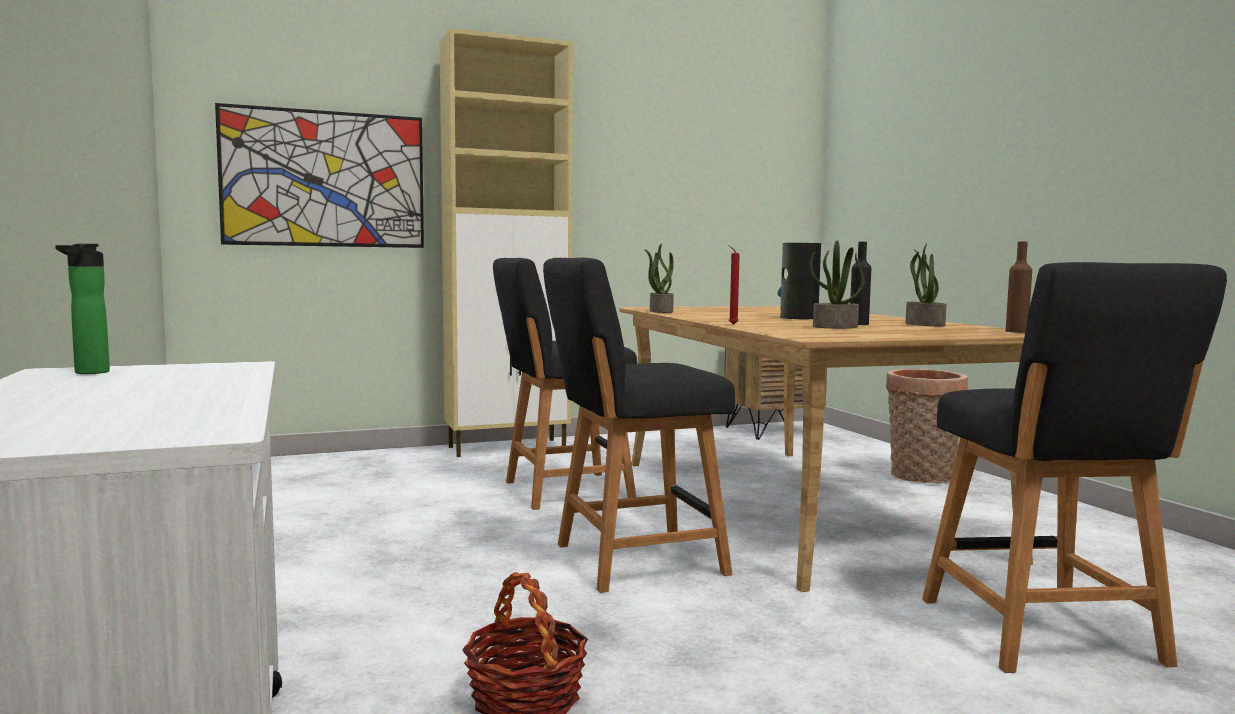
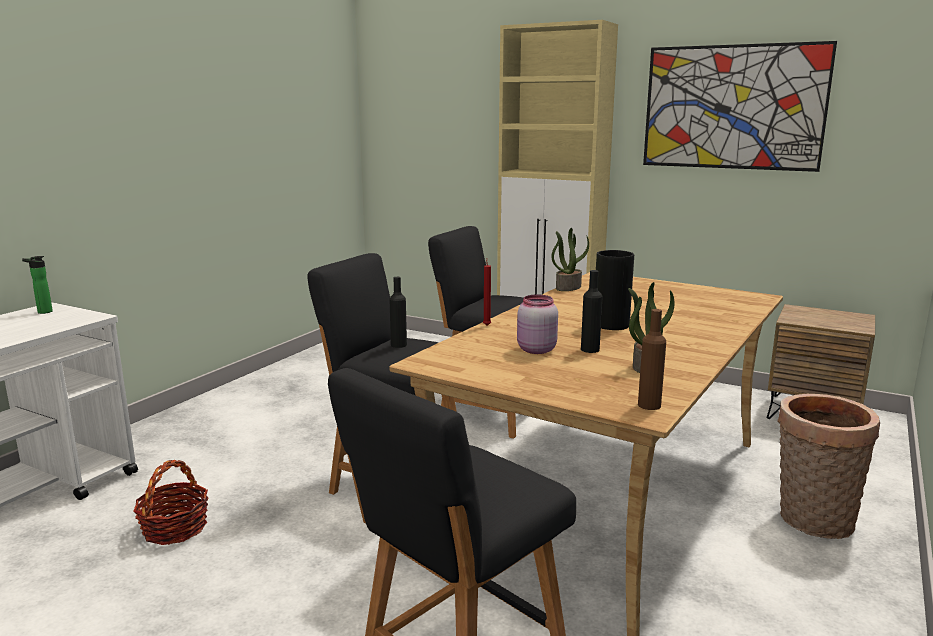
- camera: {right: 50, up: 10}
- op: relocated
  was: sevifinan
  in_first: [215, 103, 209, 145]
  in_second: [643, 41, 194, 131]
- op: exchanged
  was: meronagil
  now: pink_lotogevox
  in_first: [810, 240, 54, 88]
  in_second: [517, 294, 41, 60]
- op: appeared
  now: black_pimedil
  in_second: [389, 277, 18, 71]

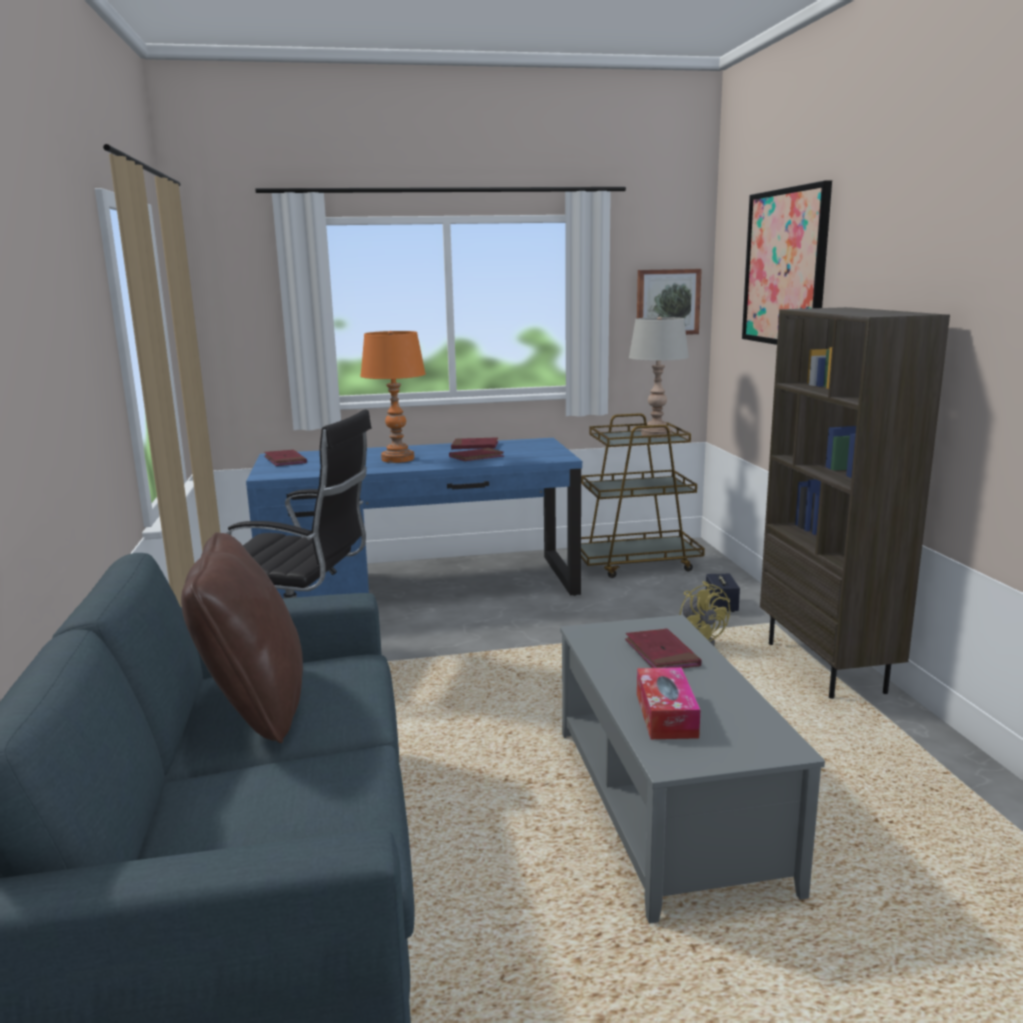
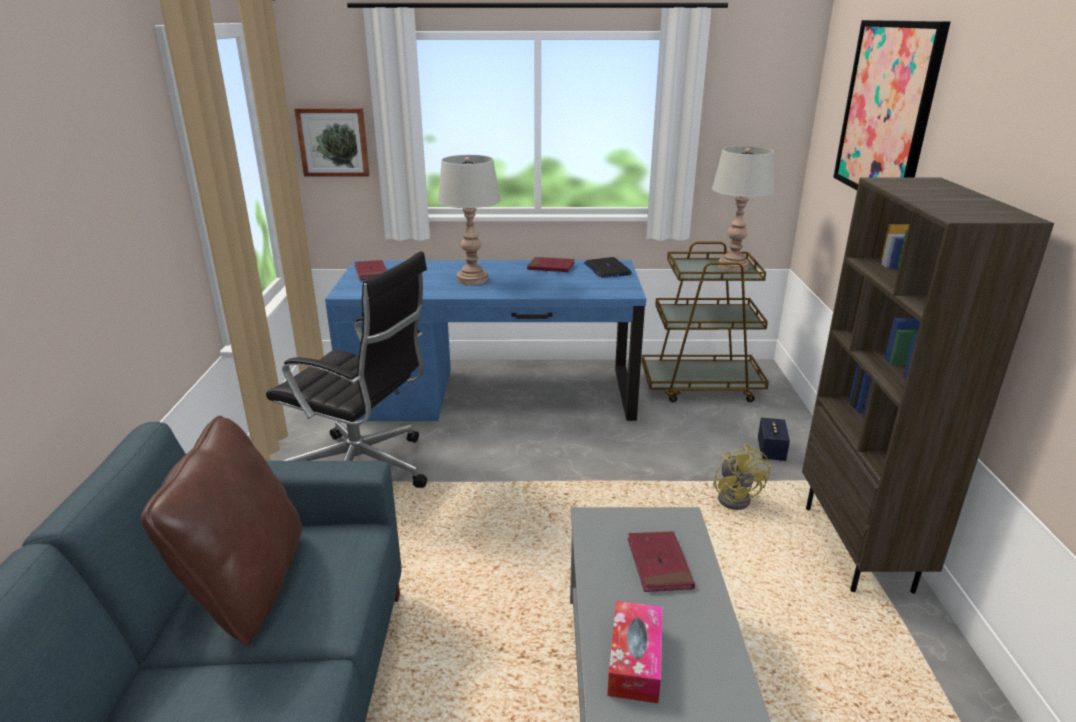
- camera: {right: 10, up: 10}
- op: relocated
  was: sevifinan
  in_first: [637, 269, 65, 66]
  in_second: [294, 108, 76, 69]
- op: colour
  was: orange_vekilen
  now: grey_vekilen
  in_first: [360, 331, 66, 132]
  in_second: [437, 155, 64, 130]
- op: missing
  was: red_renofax
  in_first: [449, 448, 55, 13]
- op: appeared
  now: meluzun
  in_second: [584, 257, 48, 21]

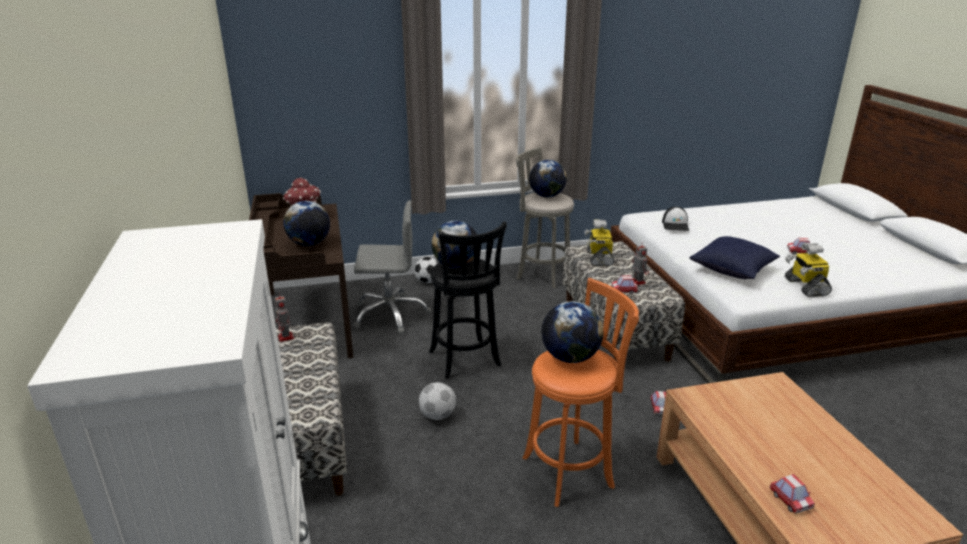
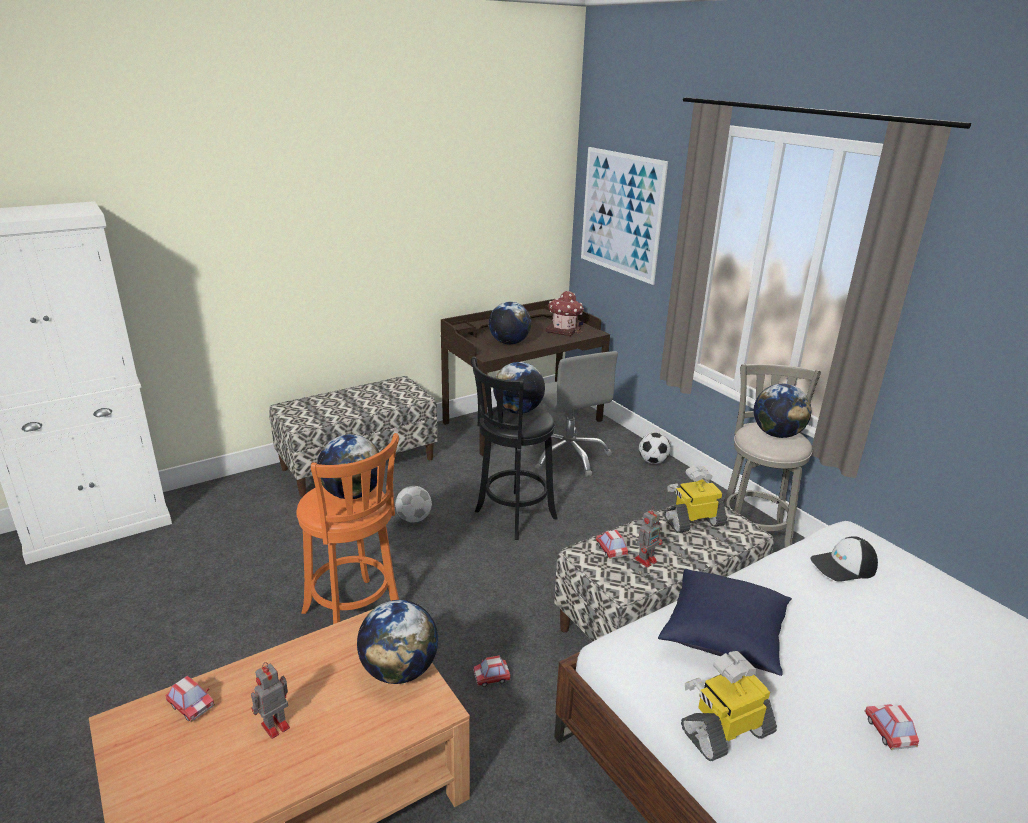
- camera: {right: 70, up: 0}
- op: relocated
  was: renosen
  in_first: [275, 293, 19, 49]
  in_second: [251, 662, 39, 77]
- op: spun
  was: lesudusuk
  in_first: [769, 474, 46, 40]
  in_second: [165, 676, 50, 46]
  clockwise: -105
- op: appeared
  now: sevifinan
  in_second: [581, 147, 87, 138]
- op: appeared
  now: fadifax
  in_second: [357, 600, 81, 84]

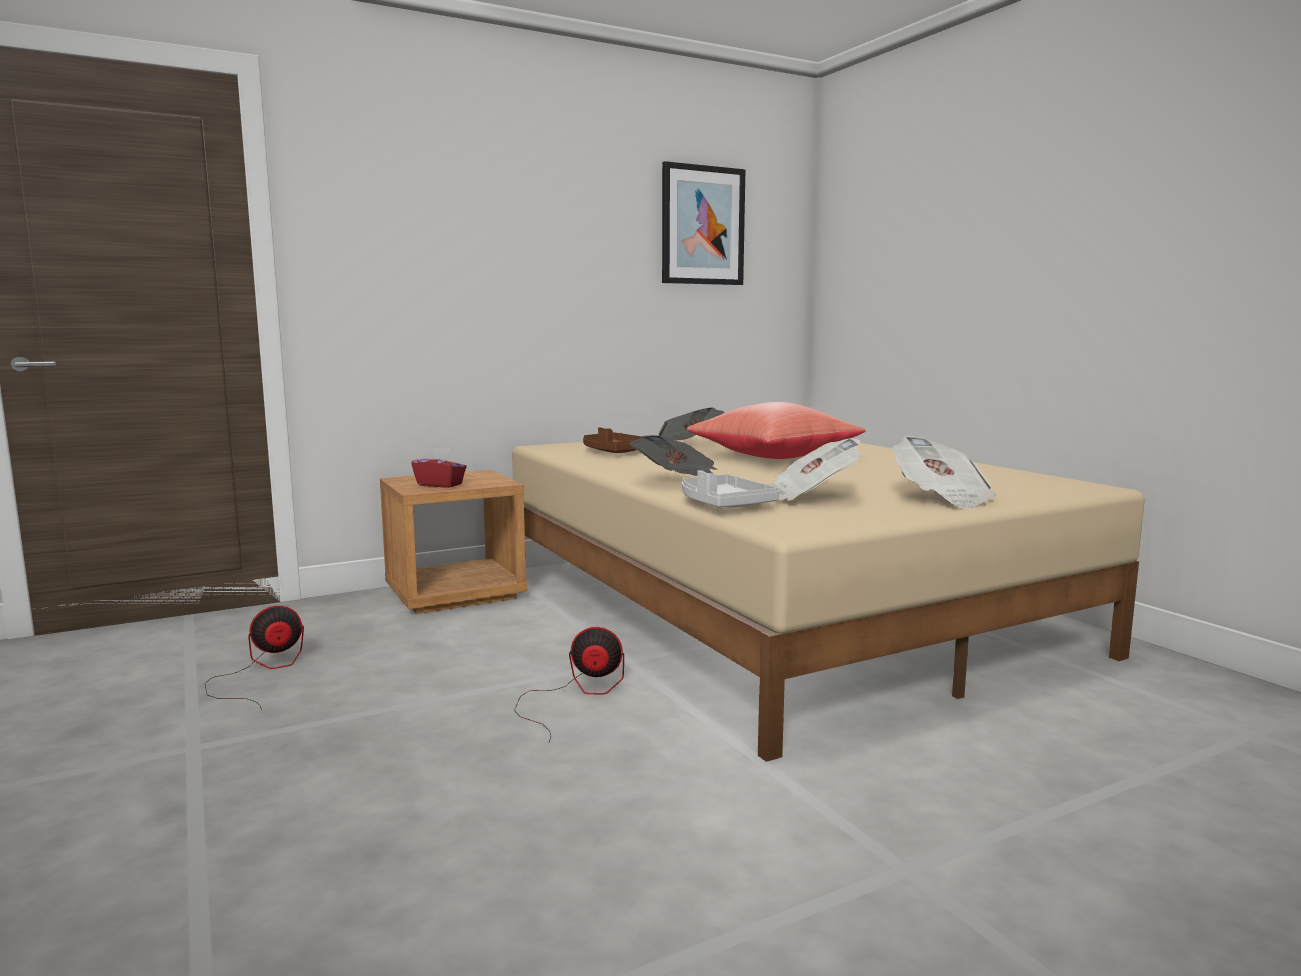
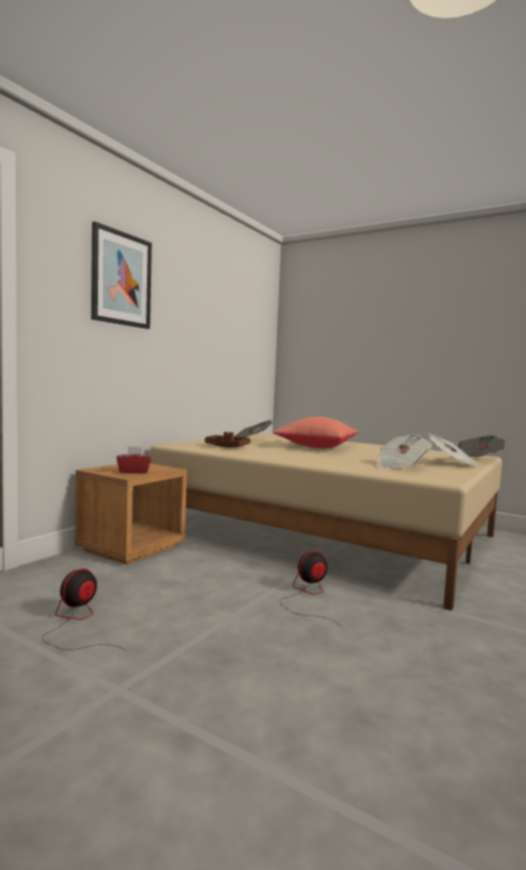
- camera: {right: -30, up: -5}
- op: relocated
  was: sevifinan
  in_first: [662, 161, 83, 124]
  in_second: [91, 221, 61, 108]
- op: relocated
  was: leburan
  in_first: [629, 435, 88, 41]
  in_second: [457, 436, 48, 21]
- op: missing
  was: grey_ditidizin
  in_first: [682, 470, 97, 37]

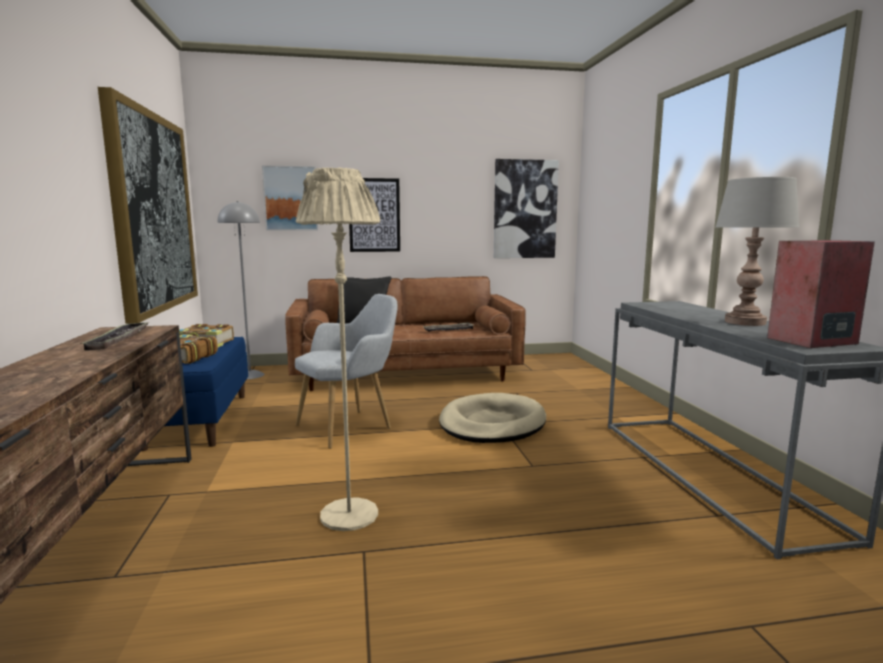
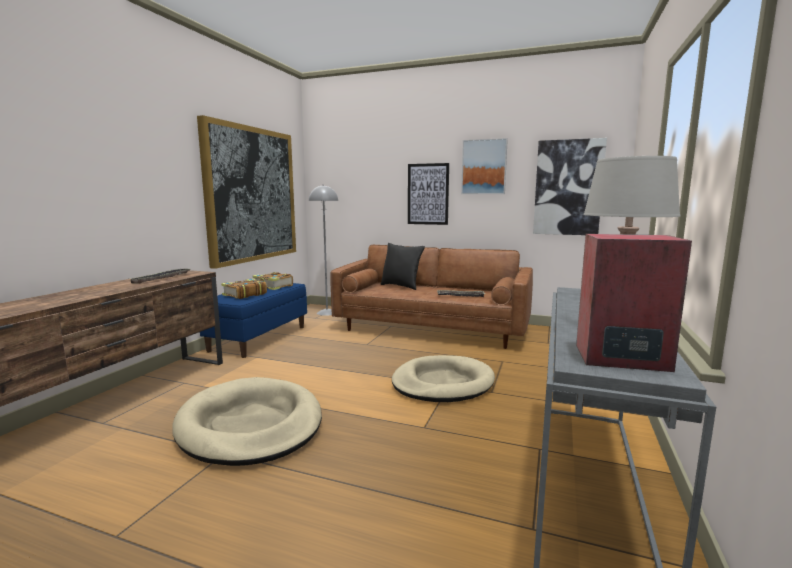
- camera: {right: 30, up: 0}
- op: relocated
  was: sevifinan
  in_first: [262, 165, 56, 66]
  in_second: [461, 138, 47, 56]
- op: exchanged
  was: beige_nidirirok
  now: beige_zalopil
  in_first: [296, 168, 84, 363]
  in_second: [172, 377, 150, 89]
- op: missing
  was: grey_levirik
  in_first: [295, 294, 103, 155]

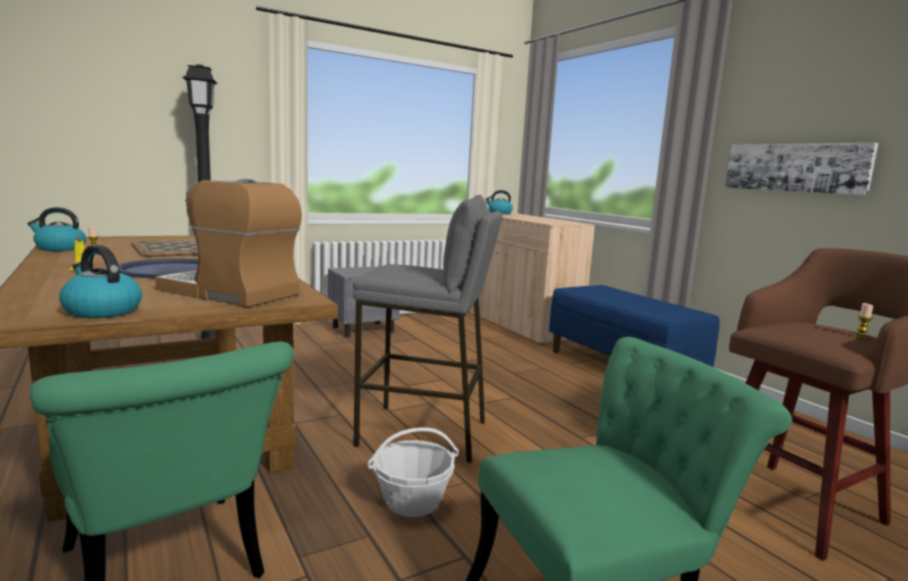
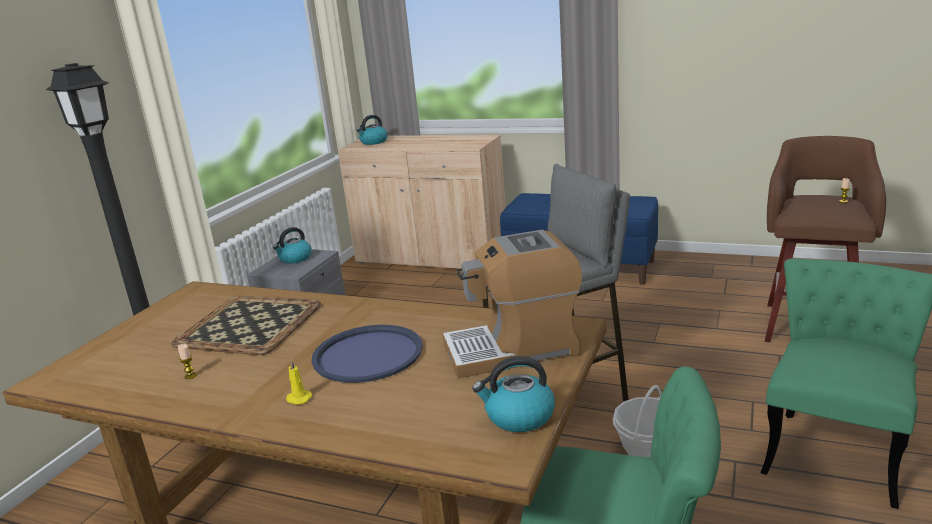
- camera: {right: -35, up: 10}
- op: missing
  was: sevifinan
  in_first: [725, 143, 154, 52]
- op: relocated
  was: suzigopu
  in_first: [27, 207, 59, 44]
  in_second: [273, 227, 39, 37]

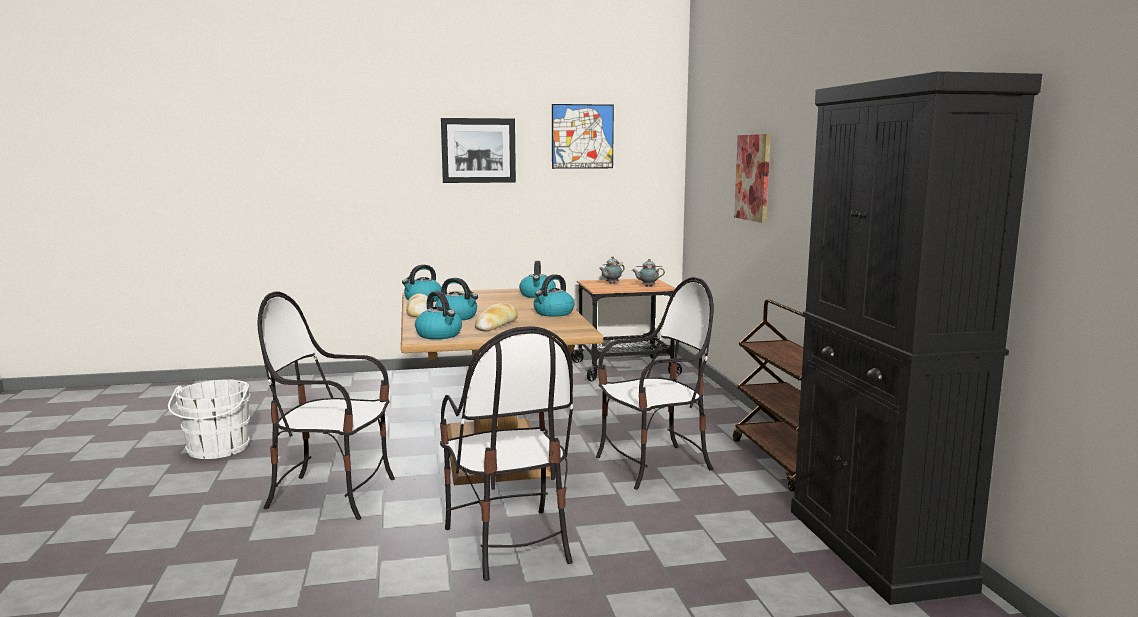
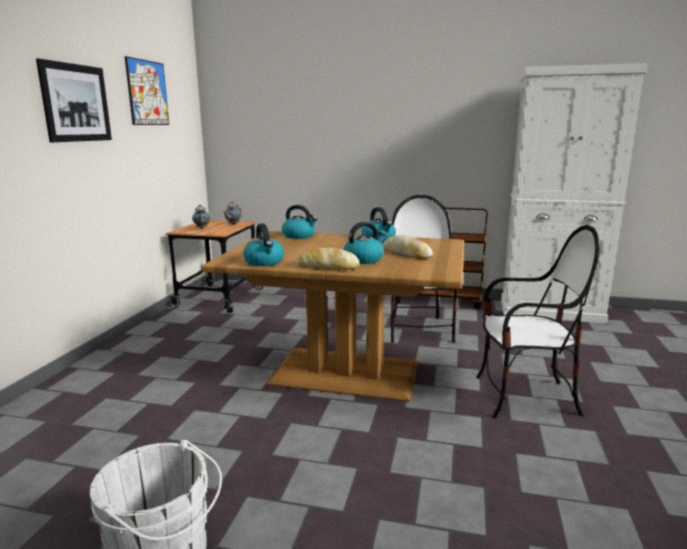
- camera: {right: -65, up: 5}
- op: colour
  was: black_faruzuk
  now: white_faruzuk
  in_first: [791, 71, 251, 534]
  in_second: [501, 63, 147, 261]
- op: missing
  was: sevifinan
  in_first: [734, 134, 37, 89]
- op: missing
  was: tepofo
  in_first: [257, 291, 138, 229]
- op: missing
  was: suzigopu
  in_first: [415, 291, 47, 48]

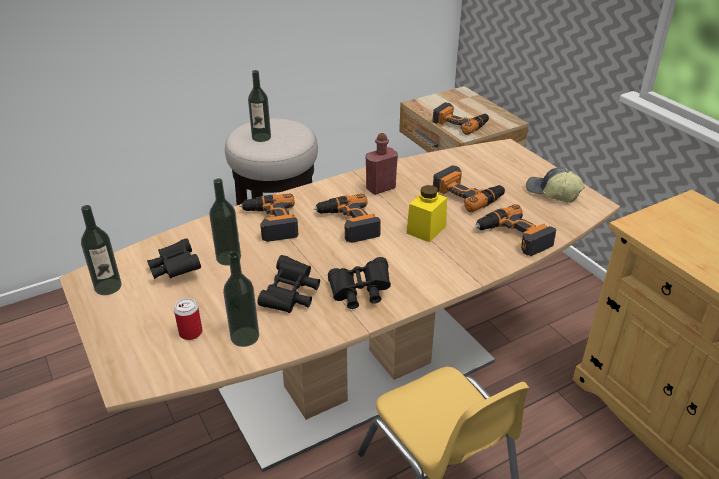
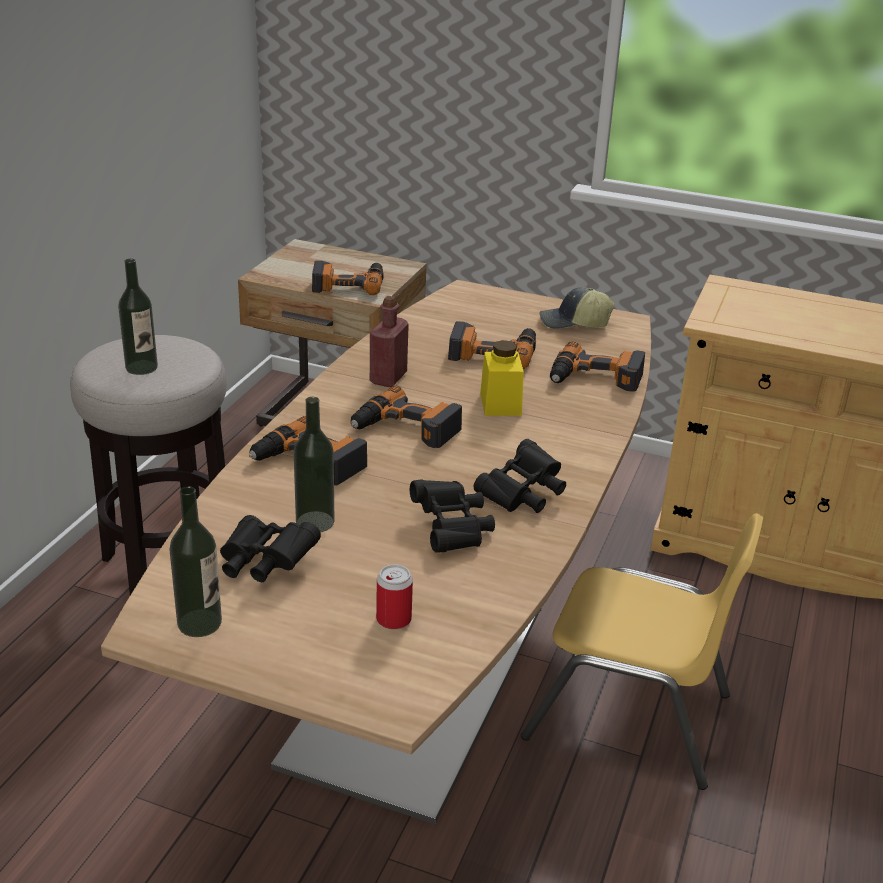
- camera: {right: -40, up: -5}
- op: missing
  was: pimedil
  in_first: [223, 251, 36, 96]

